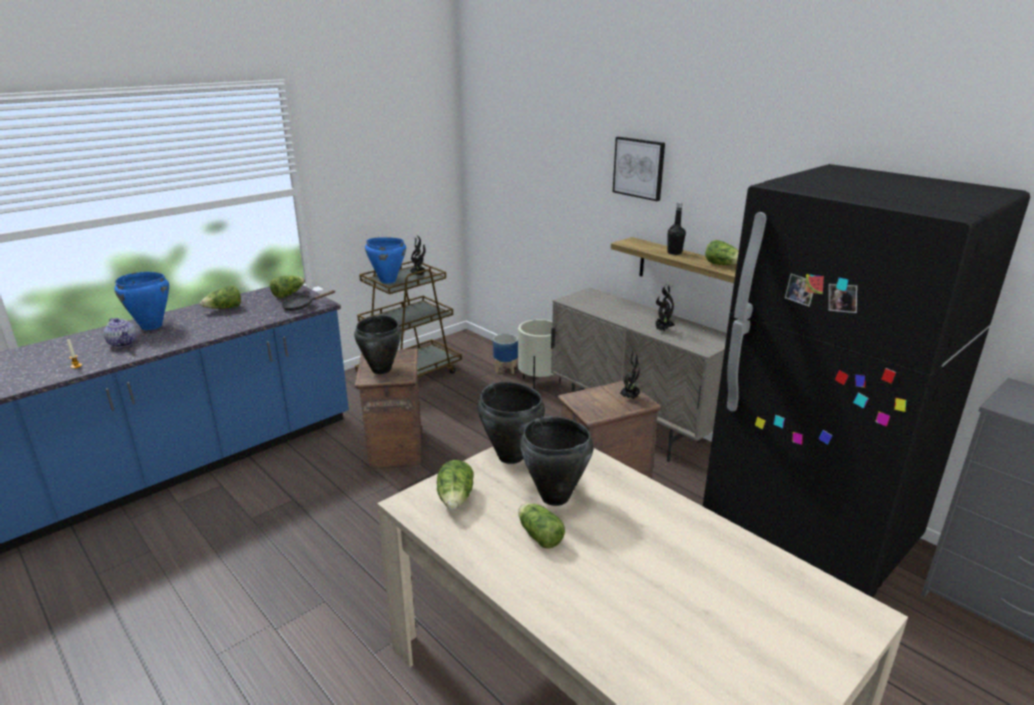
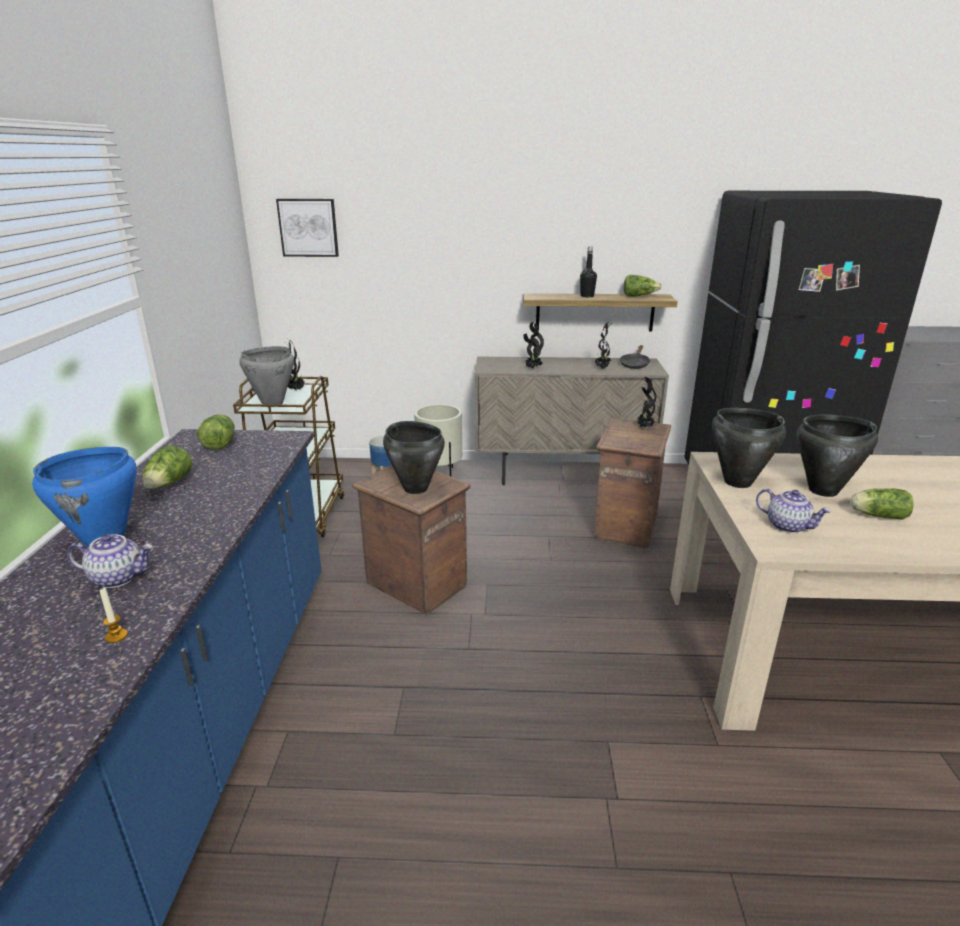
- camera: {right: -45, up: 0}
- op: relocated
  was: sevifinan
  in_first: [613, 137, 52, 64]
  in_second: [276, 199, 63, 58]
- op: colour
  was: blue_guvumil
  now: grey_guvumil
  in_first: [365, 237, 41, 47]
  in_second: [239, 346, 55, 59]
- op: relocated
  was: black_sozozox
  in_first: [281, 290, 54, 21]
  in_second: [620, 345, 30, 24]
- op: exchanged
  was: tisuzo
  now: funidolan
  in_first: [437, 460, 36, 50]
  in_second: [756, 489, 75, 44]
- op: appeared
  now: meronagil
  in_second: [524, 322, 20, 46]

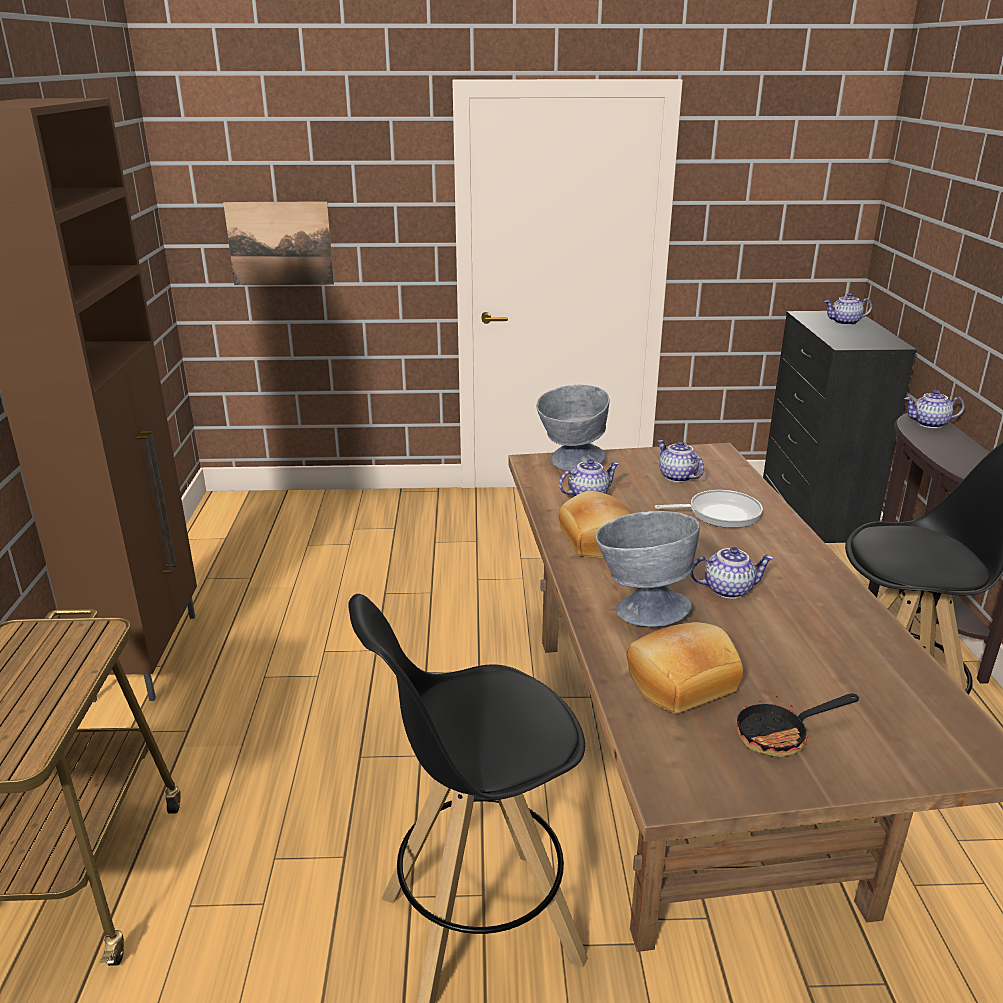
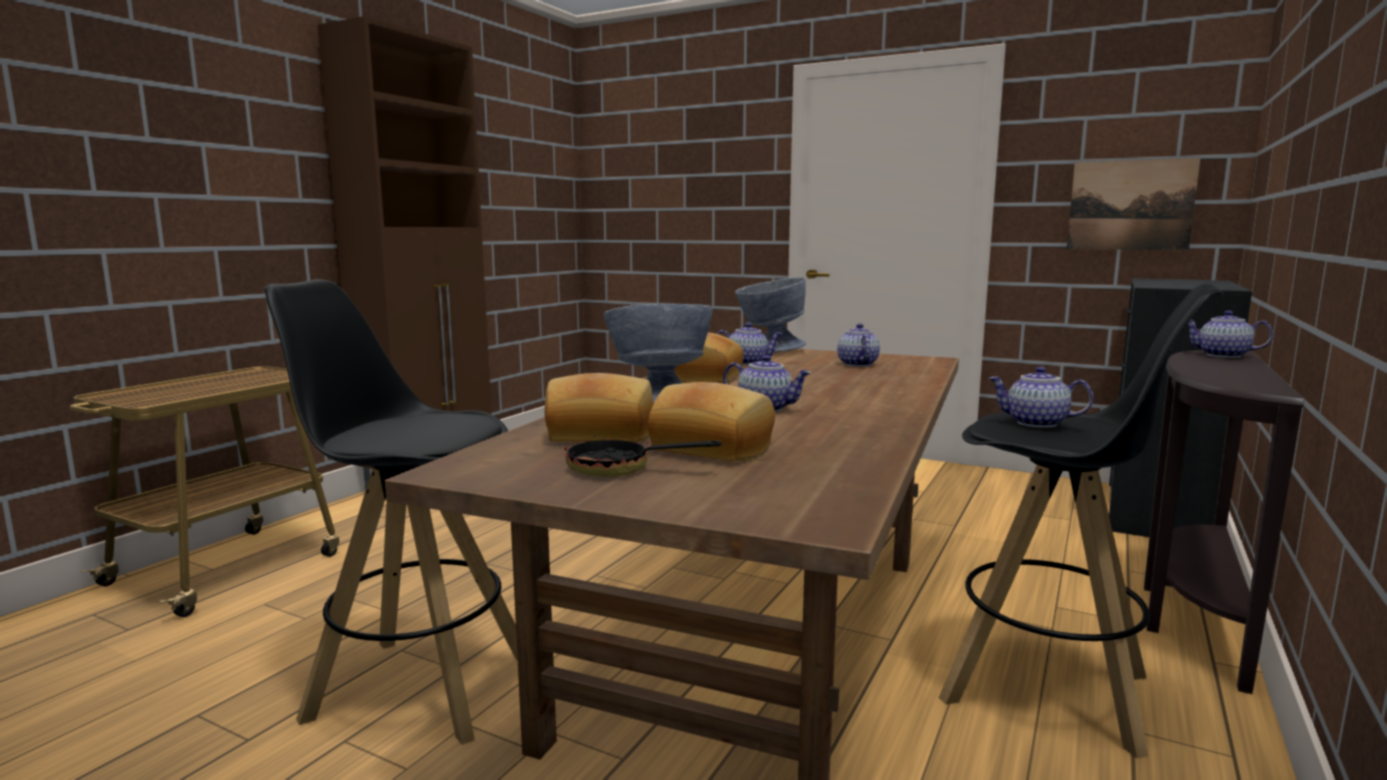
- camera: {right: 30, up: -15}
- op: relocated
  was: sevifinan
  in_first: [223, 201, 111, 84]
  in_second: [1067, 158, 133, 92]
- op: relocated
  was: funidolan
  in_first: [824, 293, 48, 32]
  in_second: [988, 366, 105, 62]
- op: missing
  was: sozozox
  in_first: [654, 490, 109, 38]
- op: appeared
  now: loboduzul
  in_second: [647, 382, 128, 80]

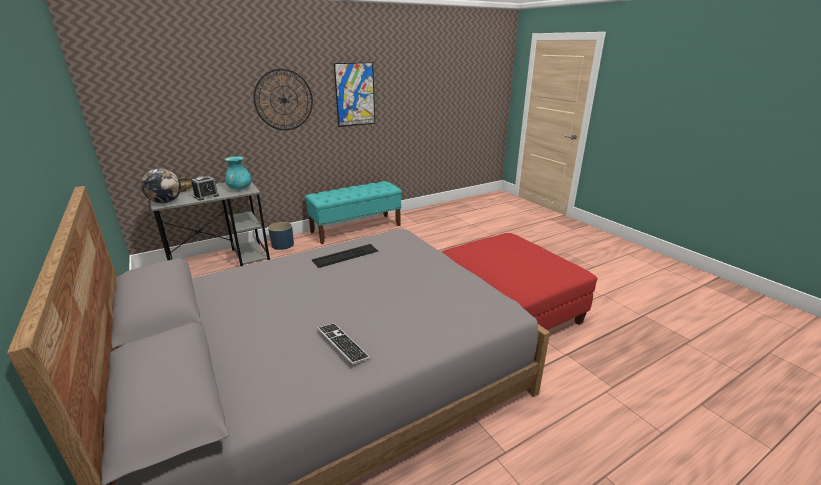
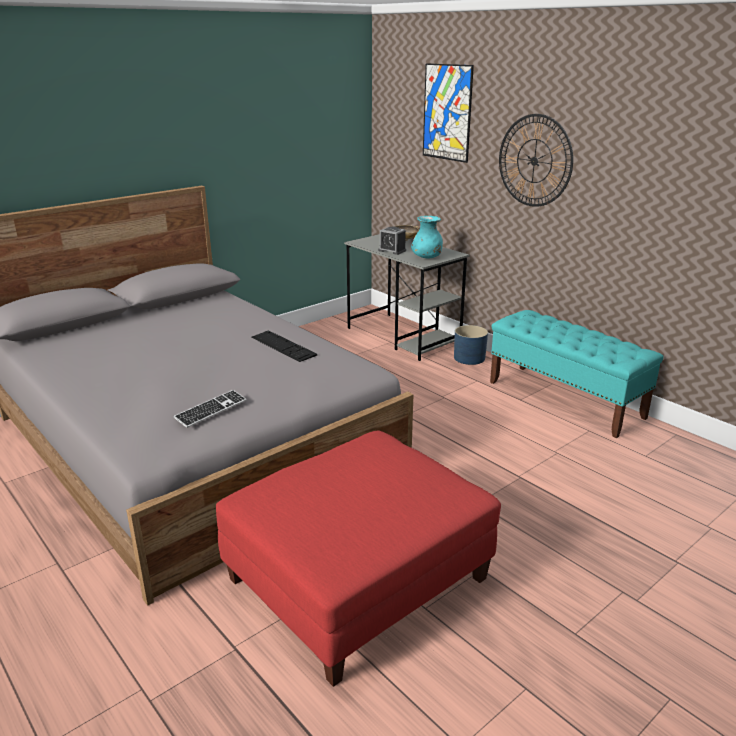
- camera: {right: 80, up: 0}
- op: relocated
  was: sevifinan
  in_first: [334, 62, 41, 65]
  in_second: [423, 63, 51, 100]
- op: missing
  was: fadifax
  in_first: [141, 168, 40, 35]
- op: relocated
  was: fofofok
  in_first: [317, 323, 53, 42]
  in_second: [173, 390, 74, 38]

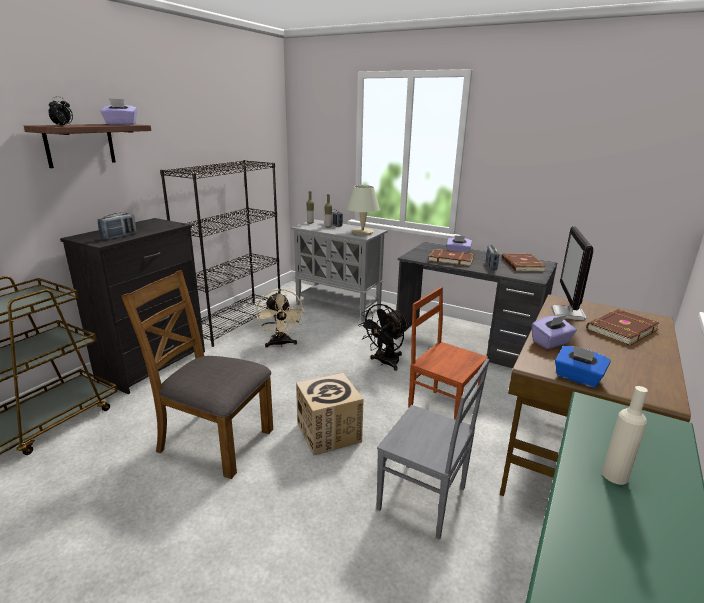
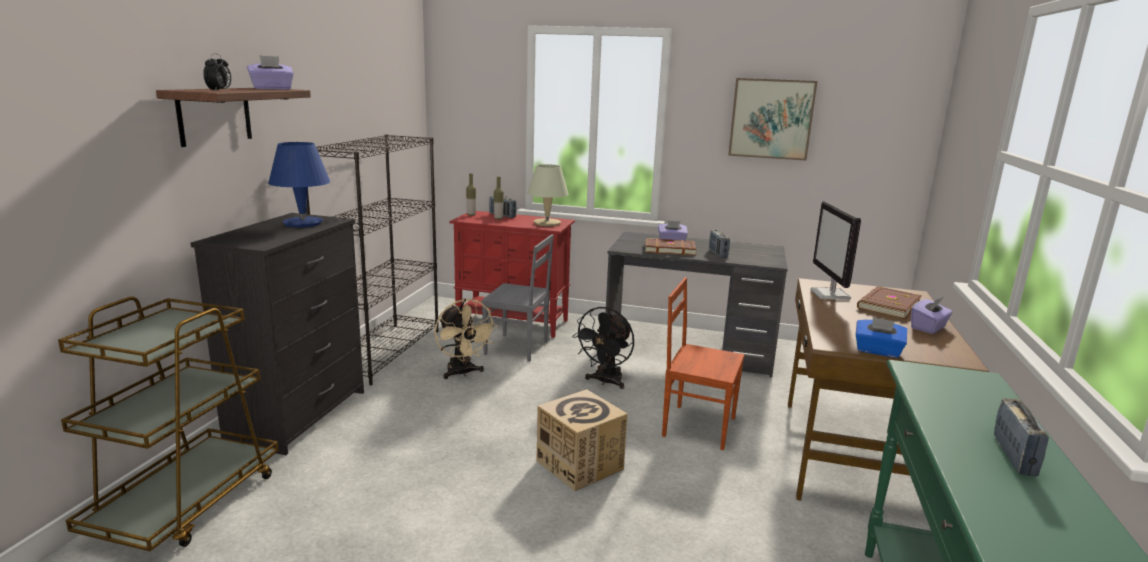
- camera: {right: -15, up: -5}
- op: relocated
  was: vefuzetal
  in_first: [98, 212, 39, 28]
  in_second: [994, 398, 55, 79]
- op: colour
  was: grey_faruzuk
  now: red_faruzuk
  in_first: [291, 219, 97, 103]
  in_second: [450, 211, 125, 127]
- op: missing
  was: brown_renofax
  in_first: [502, 253, 44, 19]
- op: missing
  was: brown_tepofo
  in_first: [121, 270, 152, 209]
- op: relocated
  was: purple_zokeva
  in_first: [532, 315, 45, 34]
  in_second: [911, 297, 42, 37]
- op: relocated
  was: grey_tepofo
  in_first: [377, 358, 112, 182]
  in_second: [481, 234, 72, 128]
- op: missing
  was: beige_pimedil
  in_first: [602, 386, 46, 99]
- op: appeared
  now: sevifinan
  in_second: [728, 78, 89, 83]
- op: appeared
  now: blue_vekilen
  in_second: [268, 142, 62, 85]

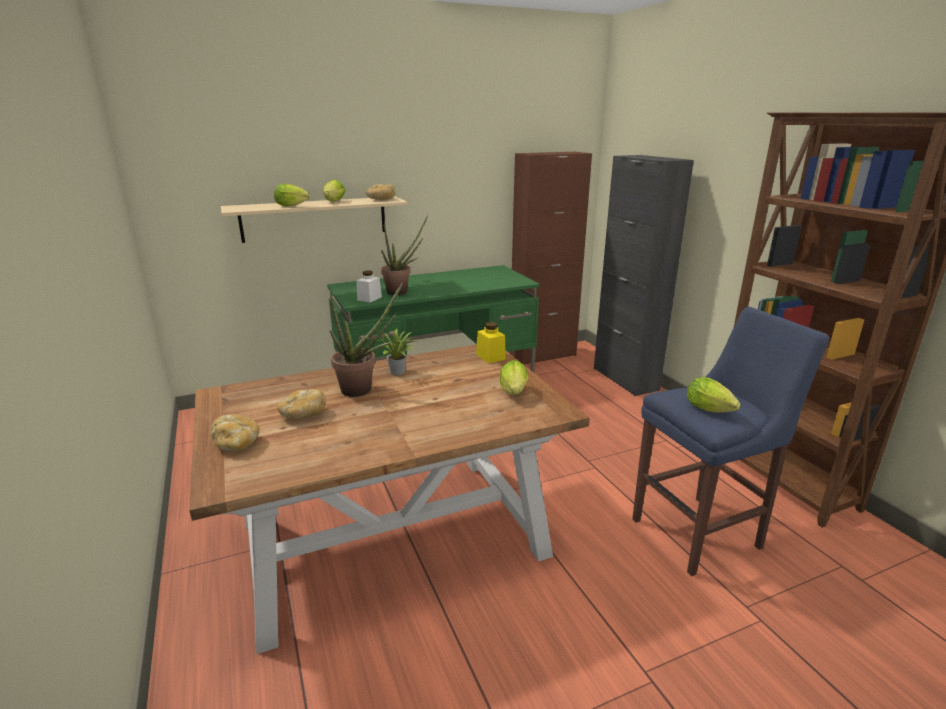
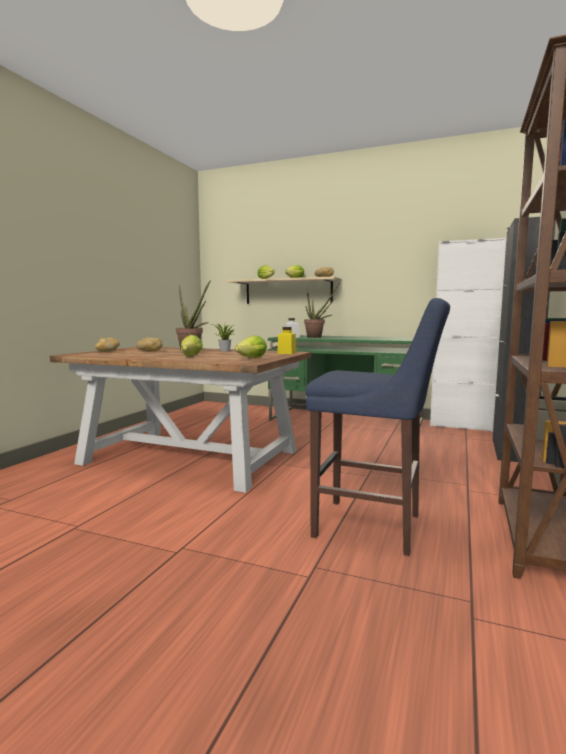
- camera: {right: 45, up: -15}
- op: colour
  was: brown_faruzuk
  now: white_faruzuk
  in_first: [509, 152, 83, 213]
  in_second: [430, 238, 76, 194]
- op: relocated
  was: tisuzo
  in_first: [687, 377, 53, 36]
  in_second: [181, 335, 22, 21]

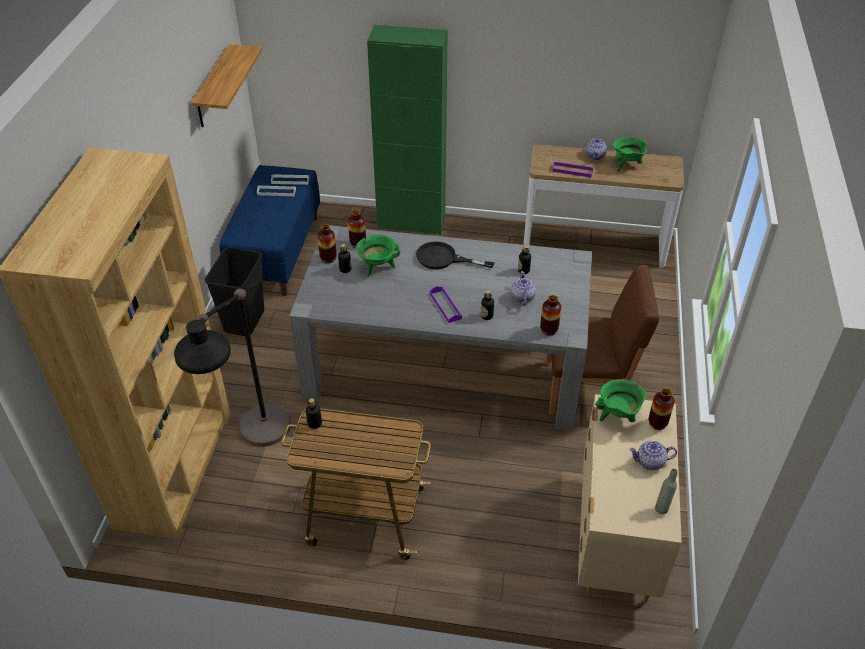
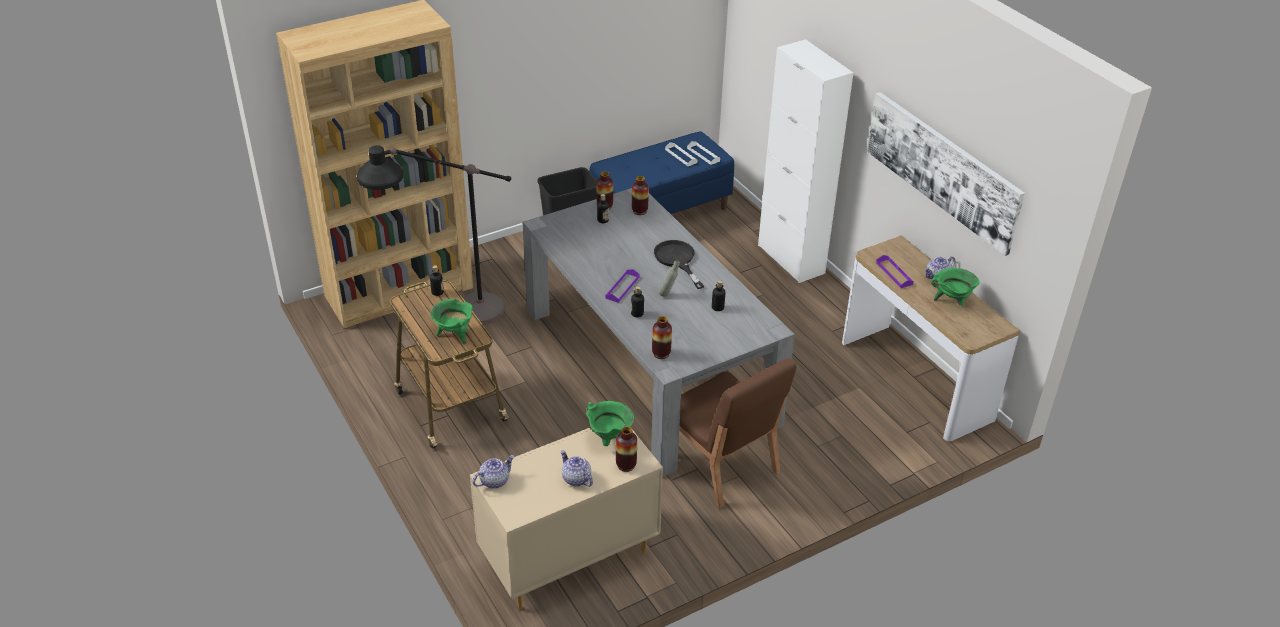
- camera: {right: 50, up: -5}
- op: colour
  was: green_faruzuk
  now: white_faruzuk
  in_first: [367, 25, 81, 210]
  in_second: [758, 39, 95, 244]
- op: missing
  was: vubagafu
  in_first: [191, 44, 71, 83]
- op: relocated
  was: green_guvumil
  in_first: [356, 234, 44, 42]
  in_second: [430, 299, 43, 45]
- op: relocated
  was: funidolan
  in_first: [511, 271, 25, 35]
  in_second: [473, 455, 42, 34]
- op: relocated
  was: grey_pimedil
  in_first: [655, 469, 23, 45]
  in_second: [658, 260, 22, 37]
- op: appeared
  now: sevifinan
  in_second: [867, 92, 158, 164]

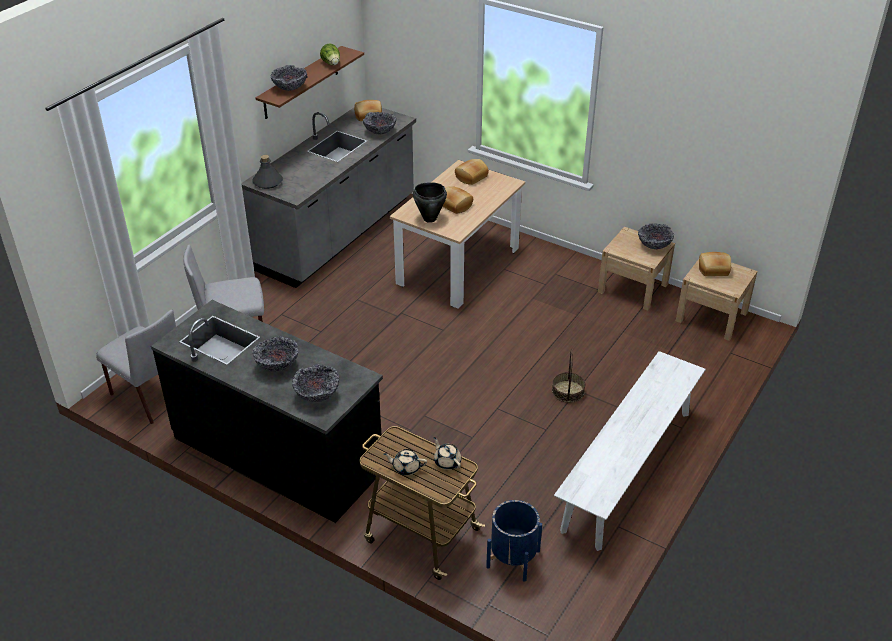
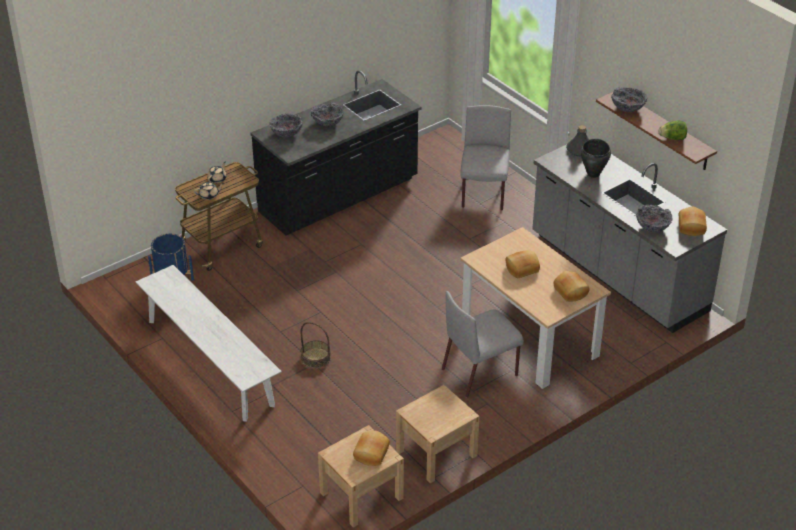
- camera: {right: 110, up: 0}
- op: relocated
  was: black_guvumil
  in_first: [413, 182, 34, 41]
  in_second: [581, 139, 30, 39]
- op: missing
  was: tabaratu
  in_first: [638, 223, 36, 26]
- op: relocated
  was: grey_tepofo
  in_first: [96, 310, 80, 114]
  in_second: [442, 291, 82, 106]

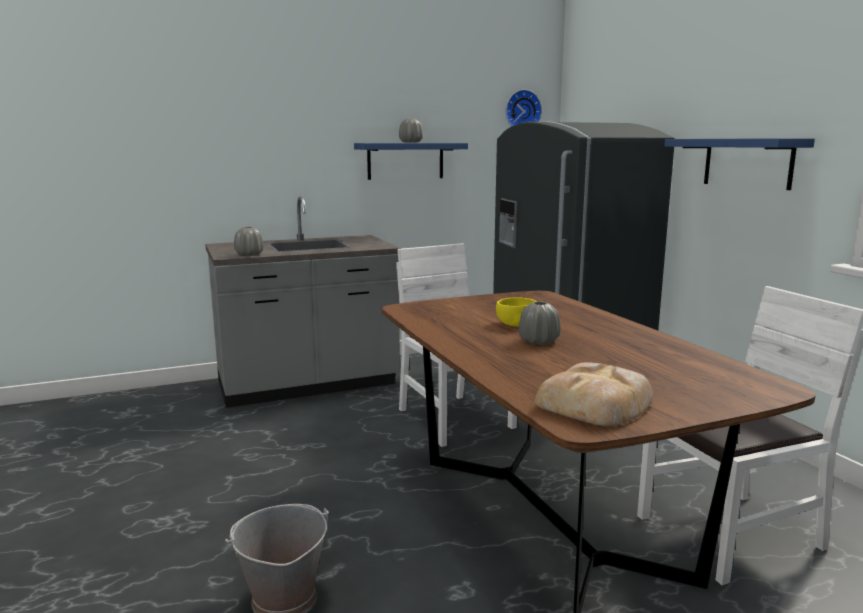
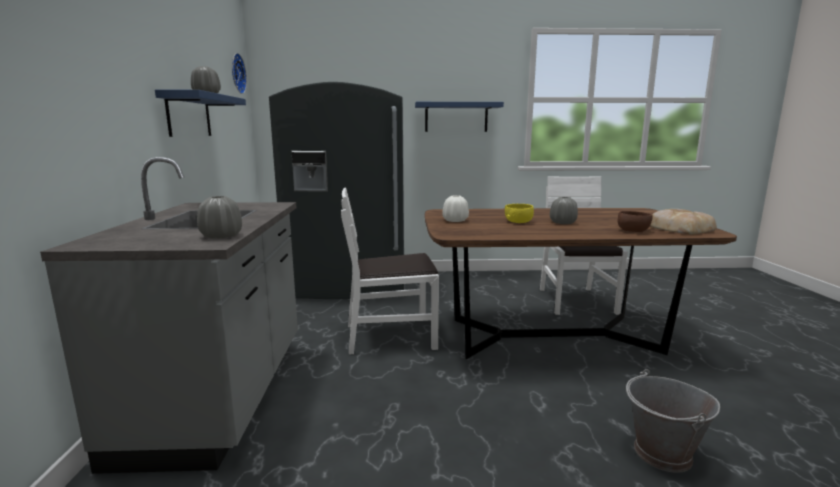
- camera: {right: -70, up: 0}
- op: appeared
  now: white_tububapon
  in_second: [443, 195, 26, 27]
- op: appeared
  now: brown_tabaratu
  in_second: [618, 211, 35, 21]

